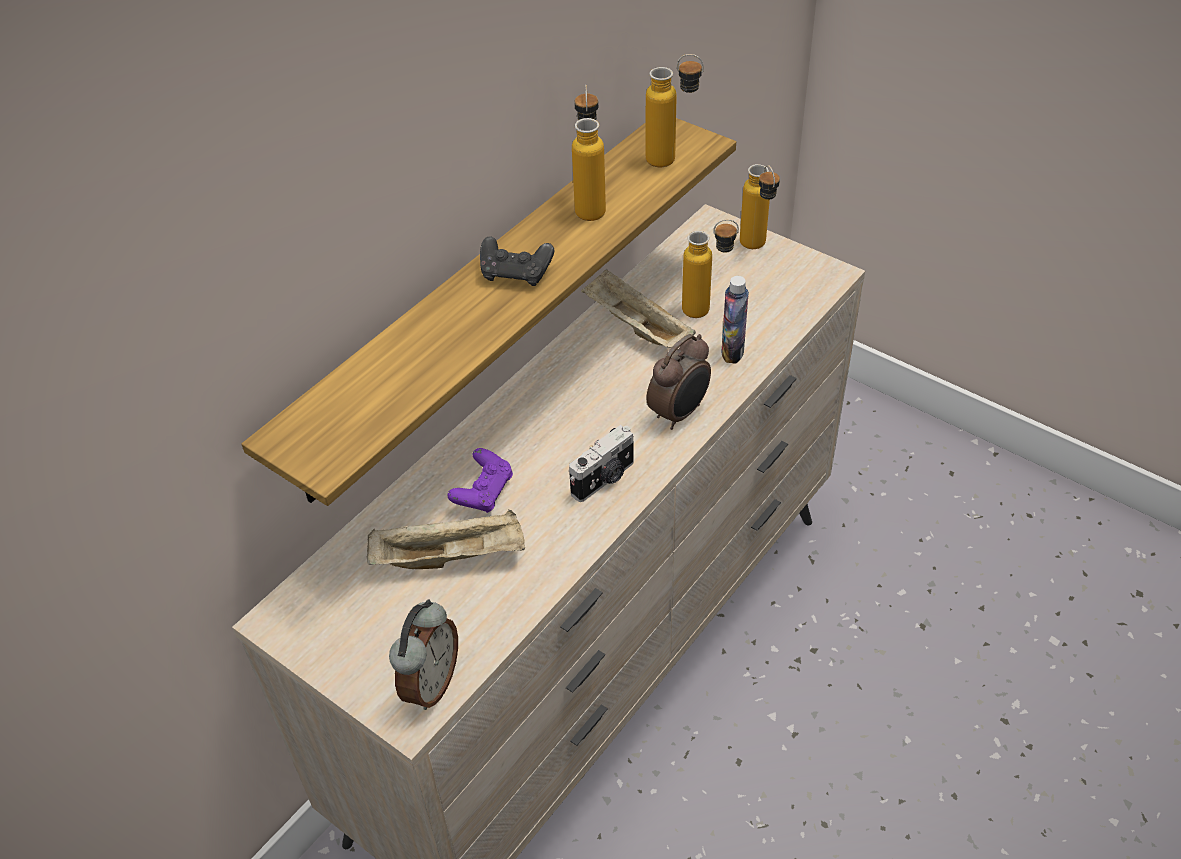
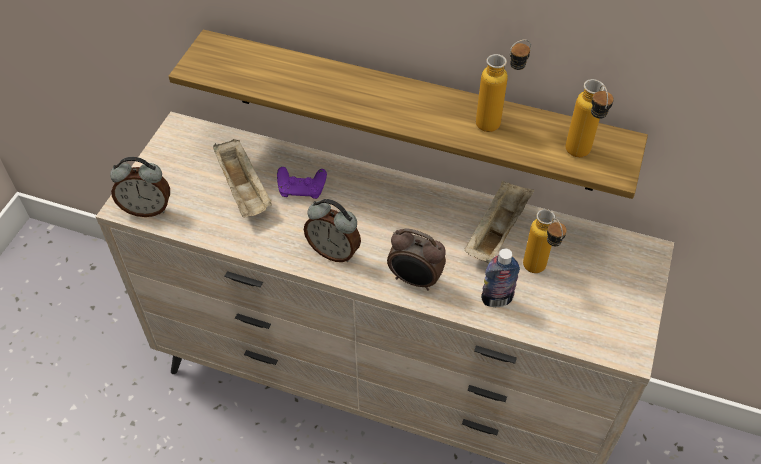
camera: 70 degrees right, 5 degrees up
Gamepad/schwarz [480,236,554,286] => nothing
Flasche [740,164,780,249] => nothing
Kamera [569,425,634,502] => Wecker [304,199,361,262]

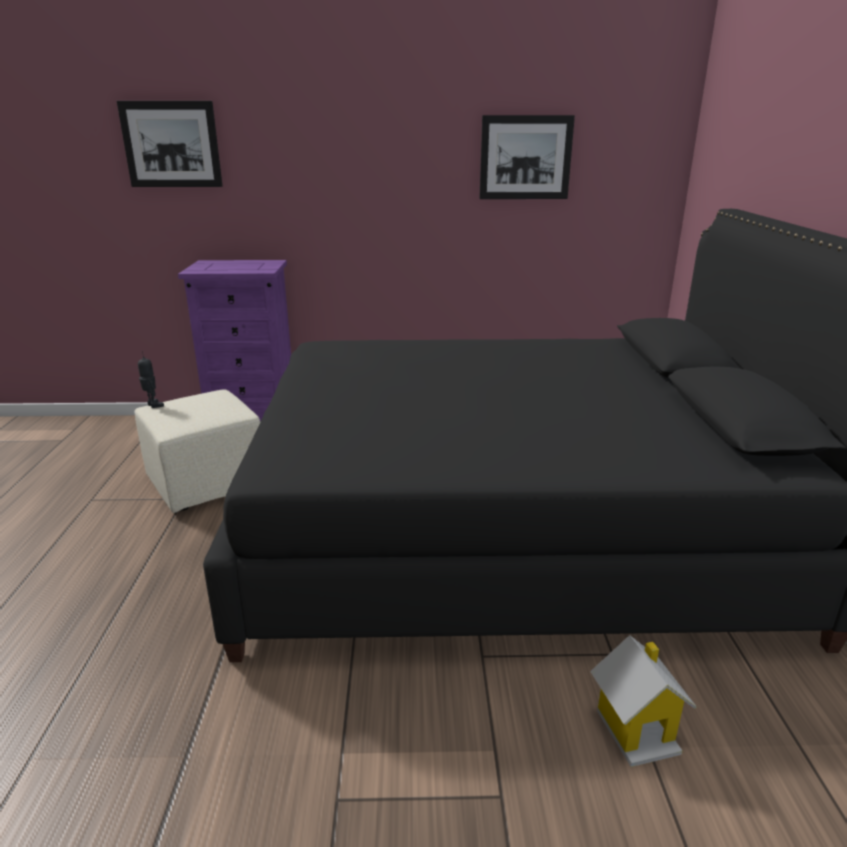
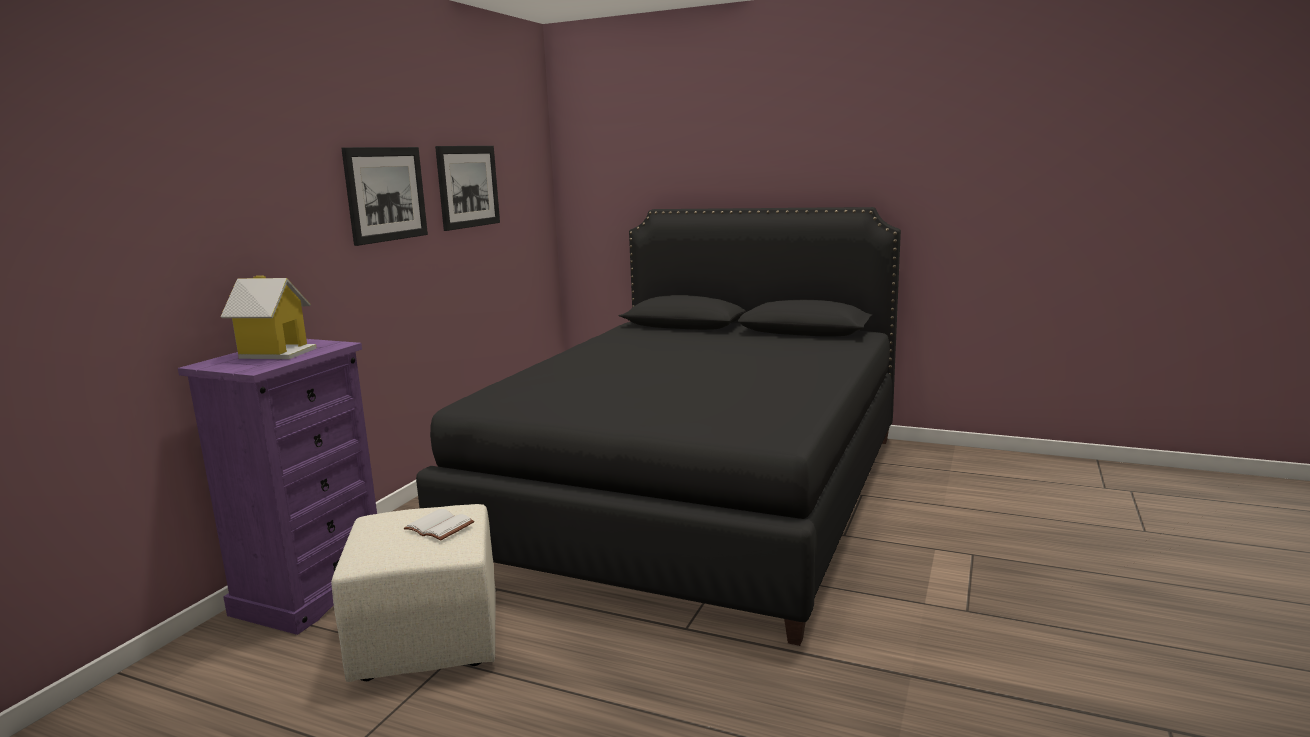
camera: 65 degrees left, 10 degrees down
Spielzeugroboter [138,351,164,408] => nothing
nothing => Buch/weiß [404,509,474,541]
Bild [117,101,223,187] => Bild [341,147,428,246], moved
Spielzeughaus [590,635,697,767] => Spielzeughaus [221,276,316,359], moved

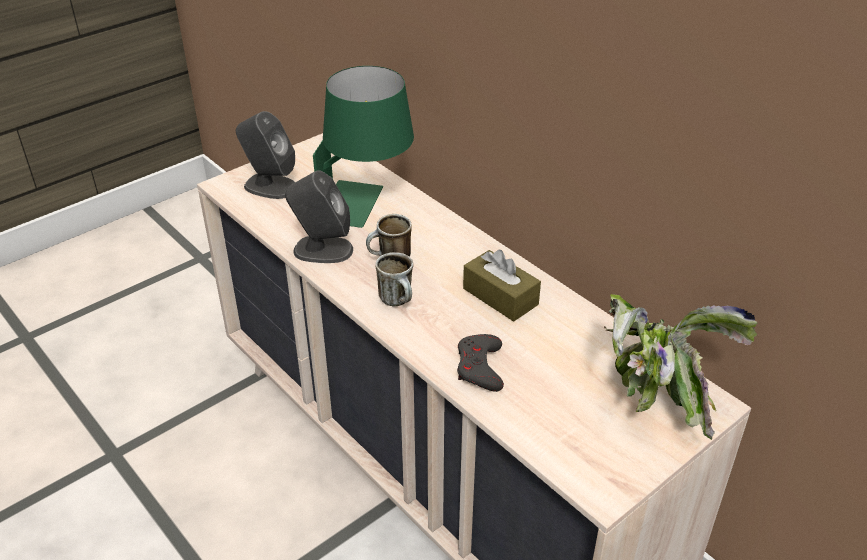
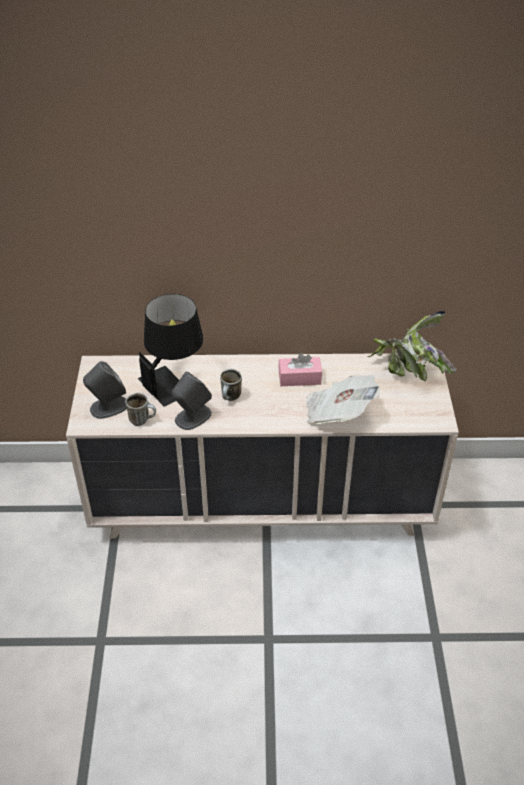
camera: 50 degrees left, 5 degrees up
Henkelbecher [375,252,413,307] => Henkelbecher [125,393,156,426], moved
Gamepad/grau [457,334,504,392] => Zeitung [306,375,380,424]
Tischlampe/grün [313,66,414,228] => Tischlampe/schwarz [138,294,203,407]
Taschentuchbox/braun [463,250,541,322] => Taschentuchbox/rosa [278,353,322,386]

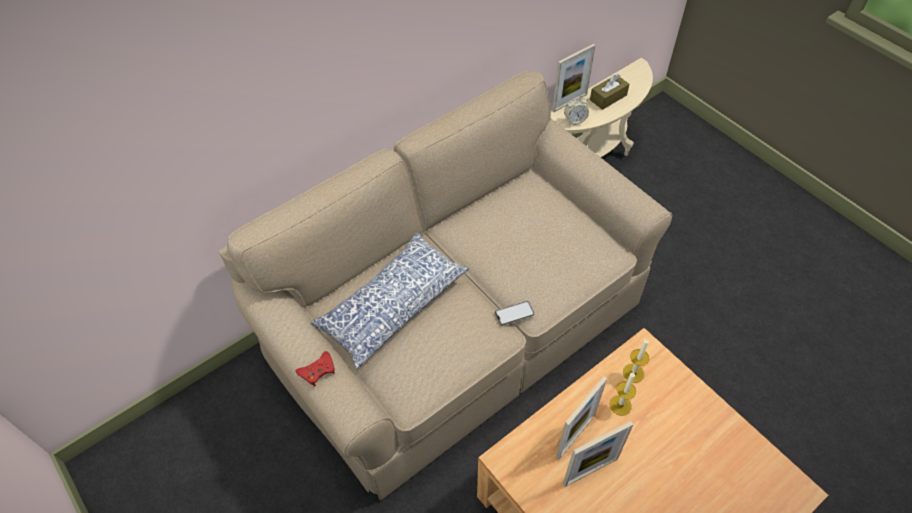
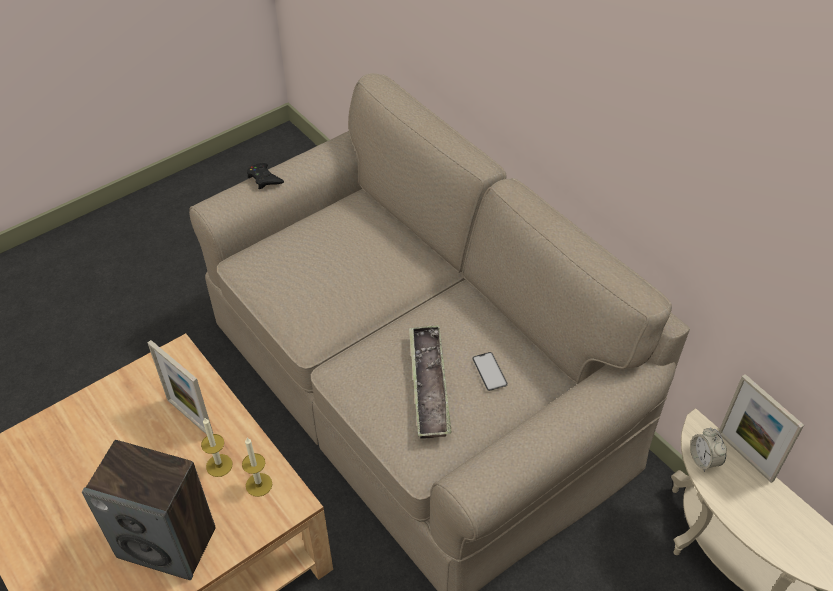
camera: 90 degrees right, 5 degrees down
Kissen [311,232,469,369] => nothing
Bilderrahmen [563,421,634,487] => nothing
Taschentuchbox/braun [590,74,629,110] => nothing
nothing => Lautsprecher [82,440,216,580]
nothing => Tablett [409,325,452,439]
Handy [495,301,534,325] => Handy [472,352,508,391], moved
Gamepad/rot [295,351,335,387] => Gamepad/schwarz [247,163,284,189]

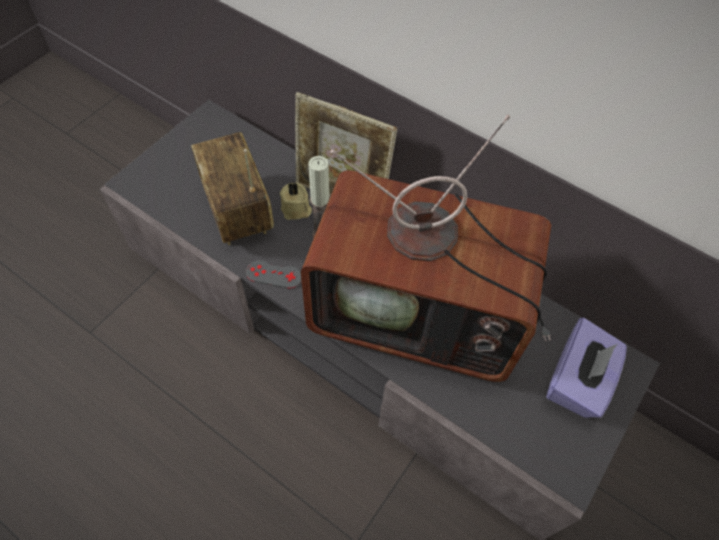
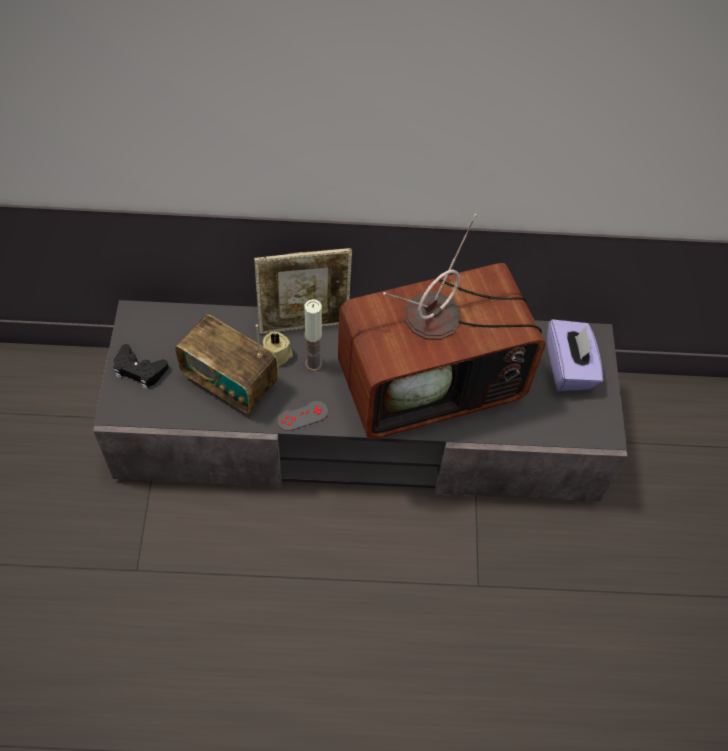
camera: 35 degrees left, 0 degrees up
nothing => Gamepad/schwarz [113,344,169,389]

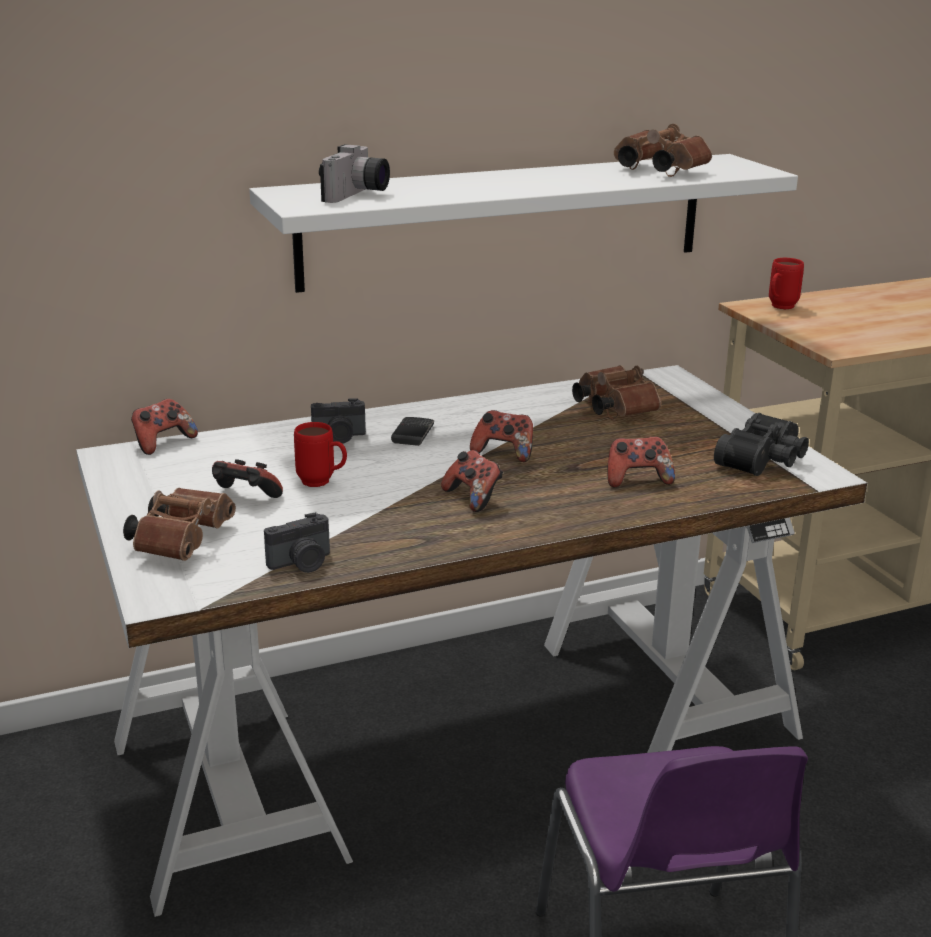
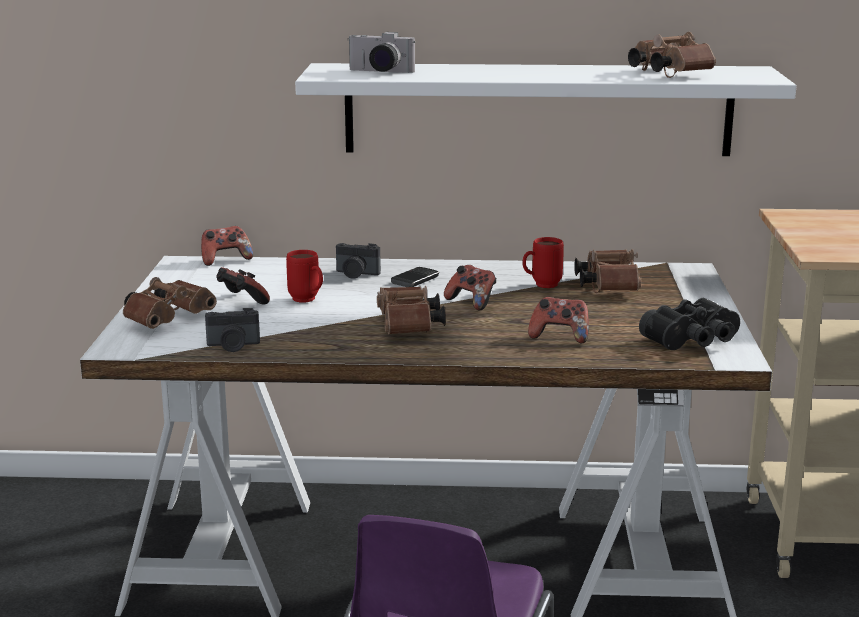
camera: 25 degrees right, 5 degrees down
Henkelbecher/rot [769,258,804,309] => Henkelbecher/rot [522,237,564,288], moved
Gamepad [441,450,503,512] => Fernglas/braun [377,286,446,335]
Kamera [319,144,390,203] => Kamera [347,32,415,73], 60 degrees clockwise

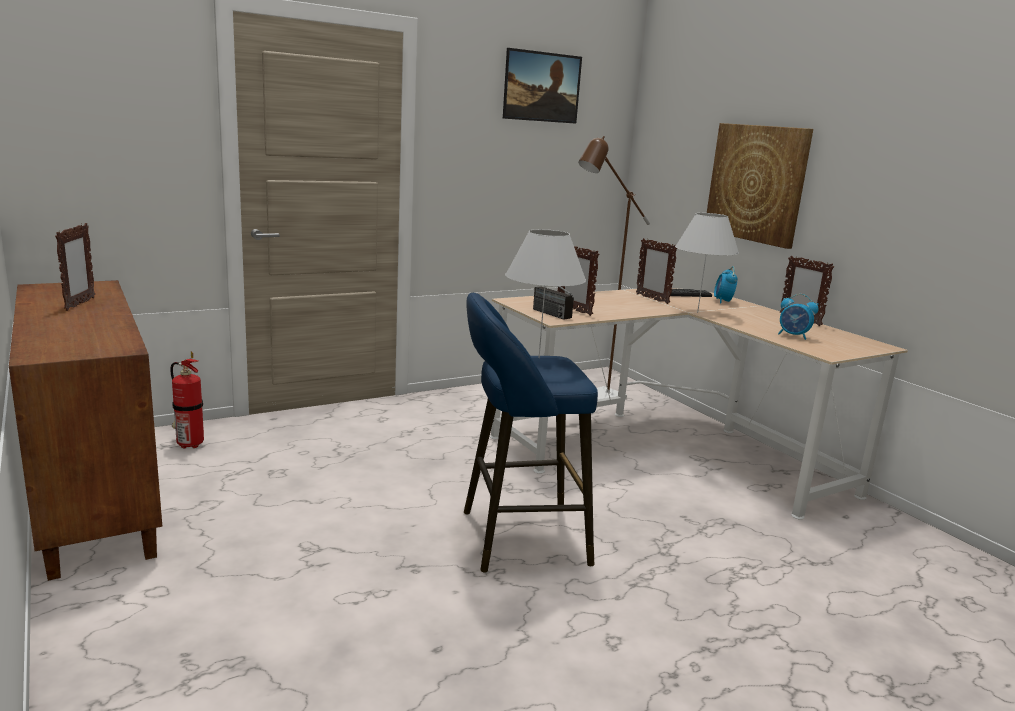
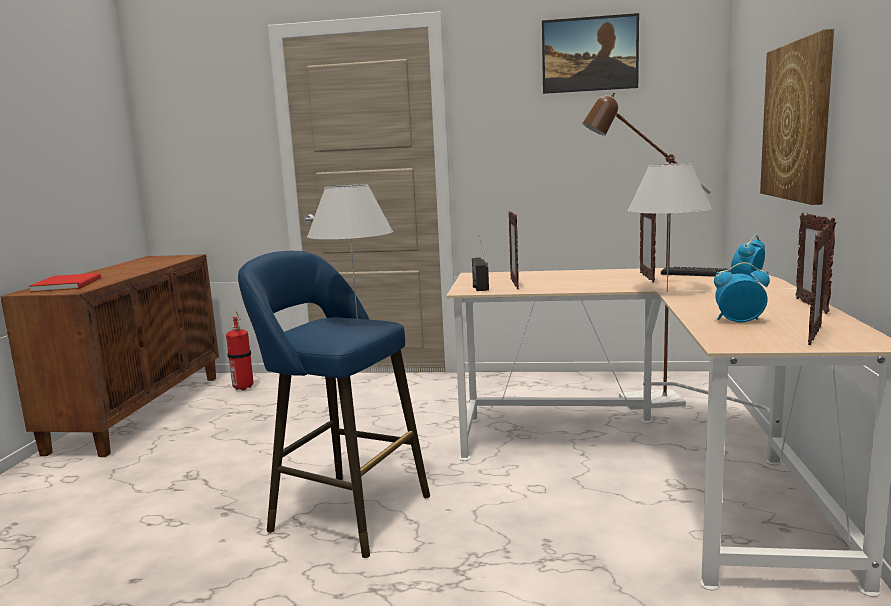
camera: 40 degrees right, 5 degrees down
nothing => Buch/rot [28,273,101,292]
Bilderrahmen [55,223,95,311] => Bilderrahmen [808,225,829,345], moved
Wecker [778,294,819,340] => Wecker [714,262,770,322], 120 degrees clockwise

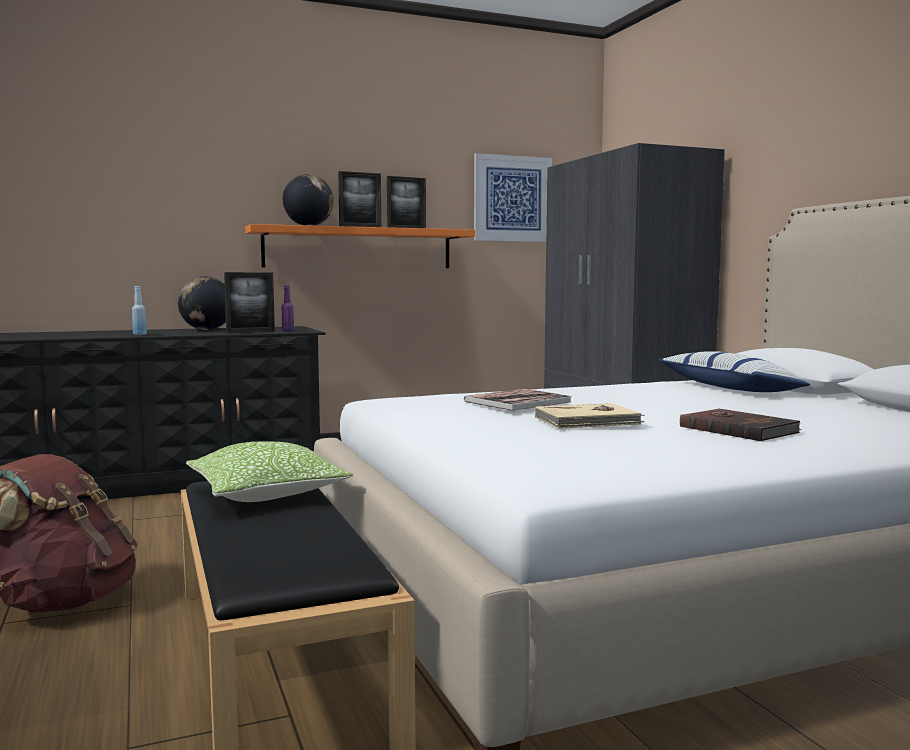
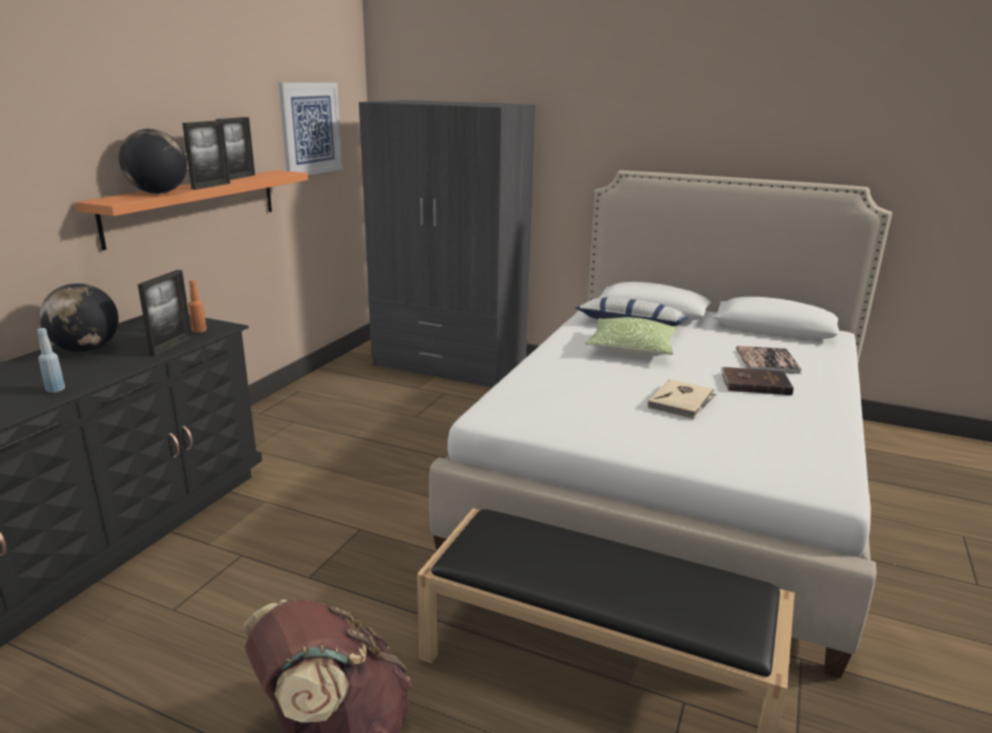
camera: 45 degrees left, 15 degrees up
Kissen [186,442,353,502] => Kissen [585,317,677,357], moved
Buch [464,389,572,411] => Buch [736,346,802,374], moved
Flasche/lila [282,285,294,331] => Flasche/orange [188,280,207,333]

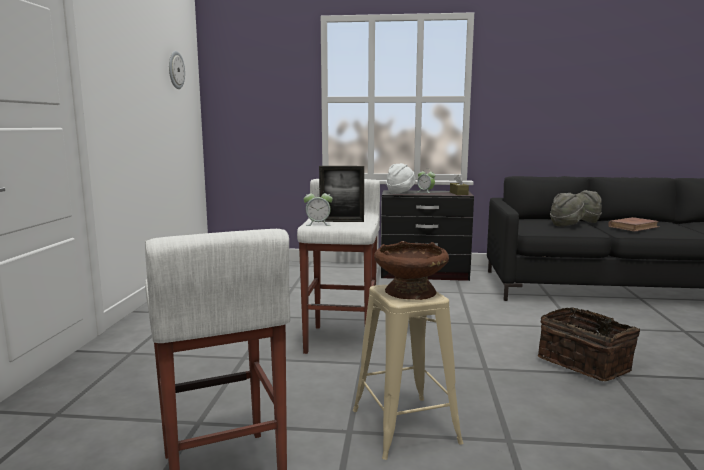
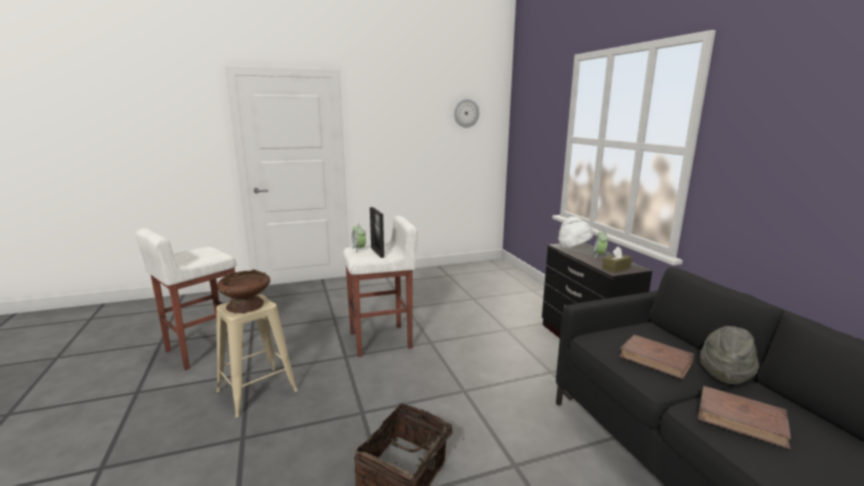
camera: 65 degrees right, 5 degrees up
Hut/grau [550,193,585,227] => Buch/braun [619,335,694,379]

